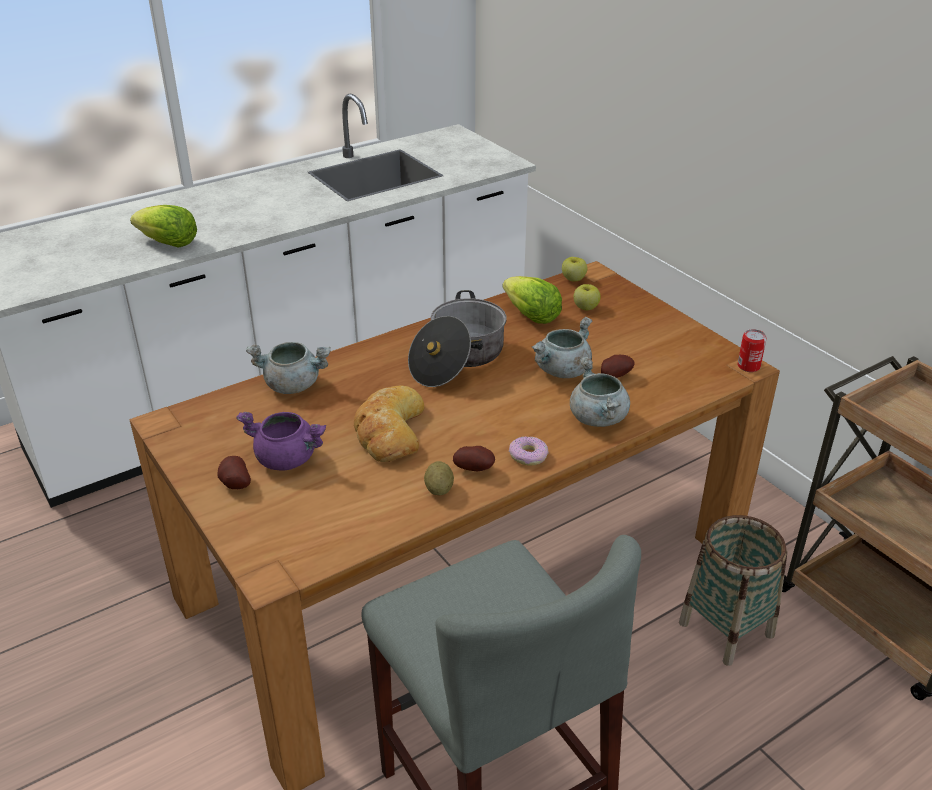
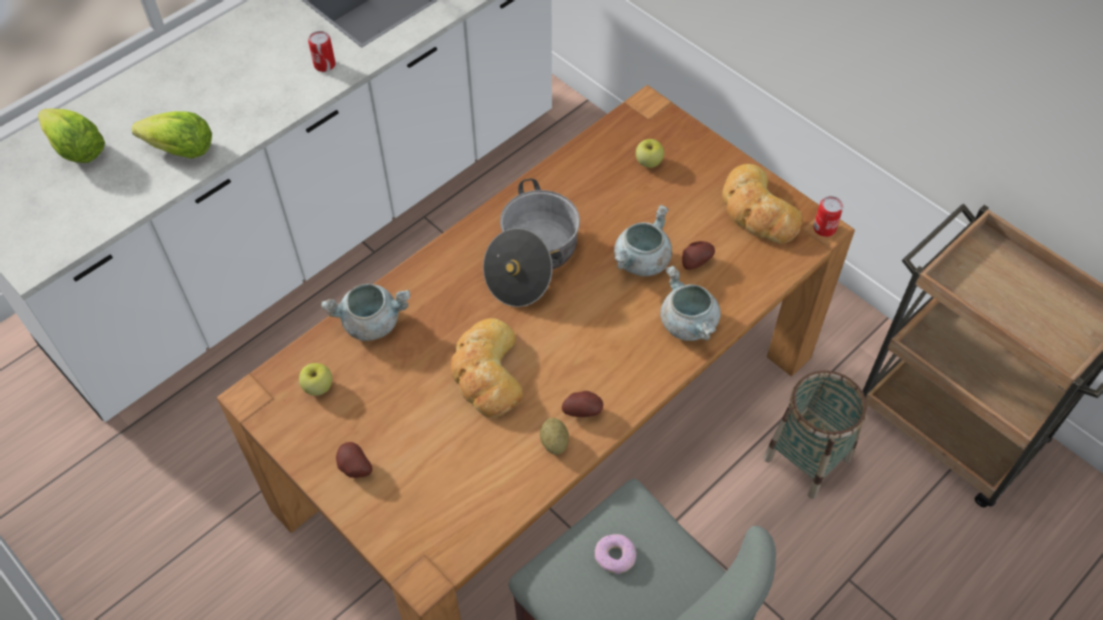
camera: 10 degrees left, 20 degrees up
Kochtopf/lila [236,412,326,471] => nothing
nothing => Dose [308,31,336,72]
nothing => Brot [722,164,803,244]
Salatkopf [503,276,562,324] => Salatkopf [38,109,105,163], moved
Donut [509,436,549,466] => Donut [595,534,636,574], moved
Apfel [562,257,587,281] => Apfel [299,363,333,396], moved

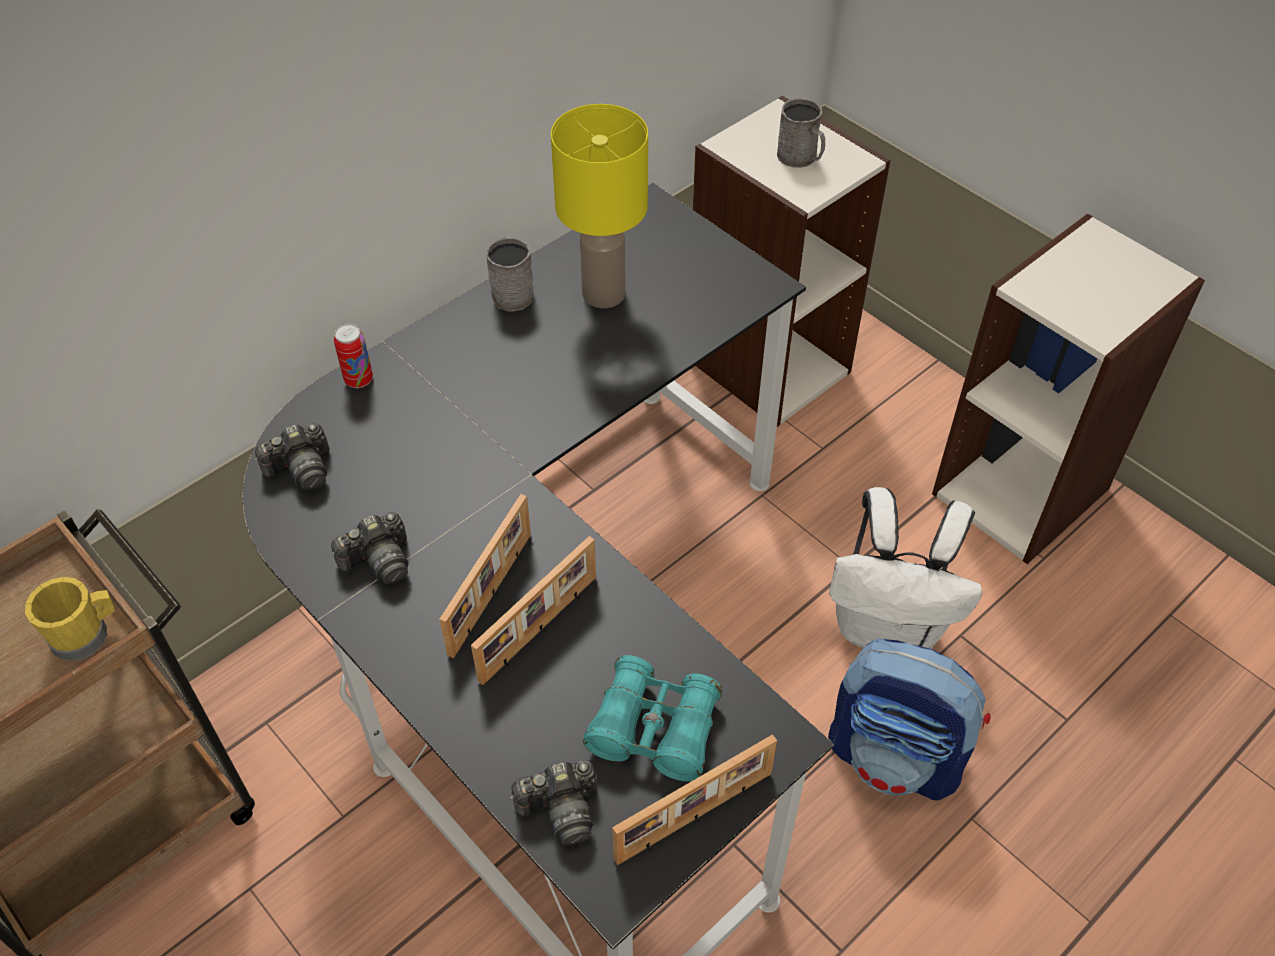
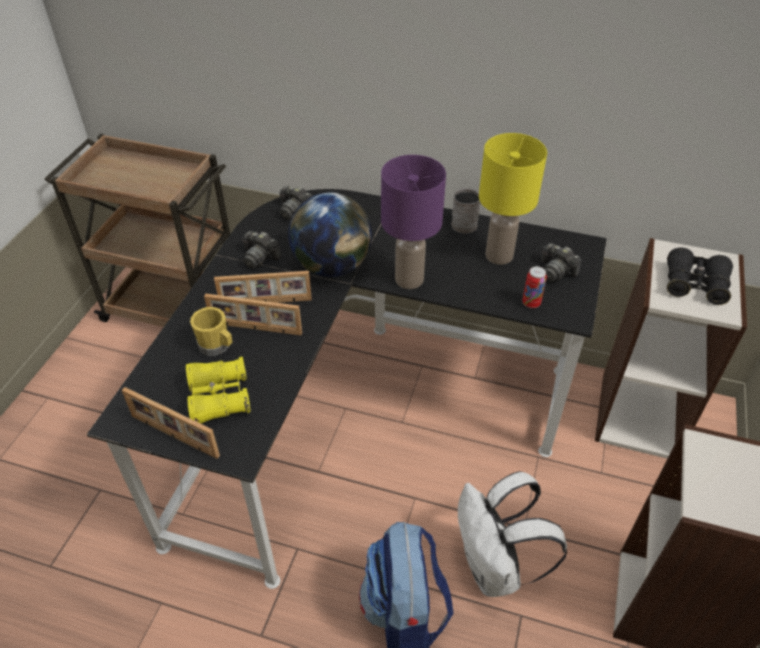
camera: 60 degrees right, 5 degrees down
nothing => Globus [288,192,372,277]
nothing => Tischlampe/lila [381,155,446,289]
Henkelbecher/gelb [25,577,115,661] => Henkelbecher/gelb [190,307,233,356], moved
Dose [334,324,373,388] => Dose [522,266,547,308], moved
Kamera [510,760,597,846] => Kamera [541,243,581,282], moved
Henkelbecher/grau [777,98,825,168] => Fernglas/schwarz [667,248,733,305]
Fernglas/türkis [583,655,723,781] => Fernglas/gelb [186,357,251,424]

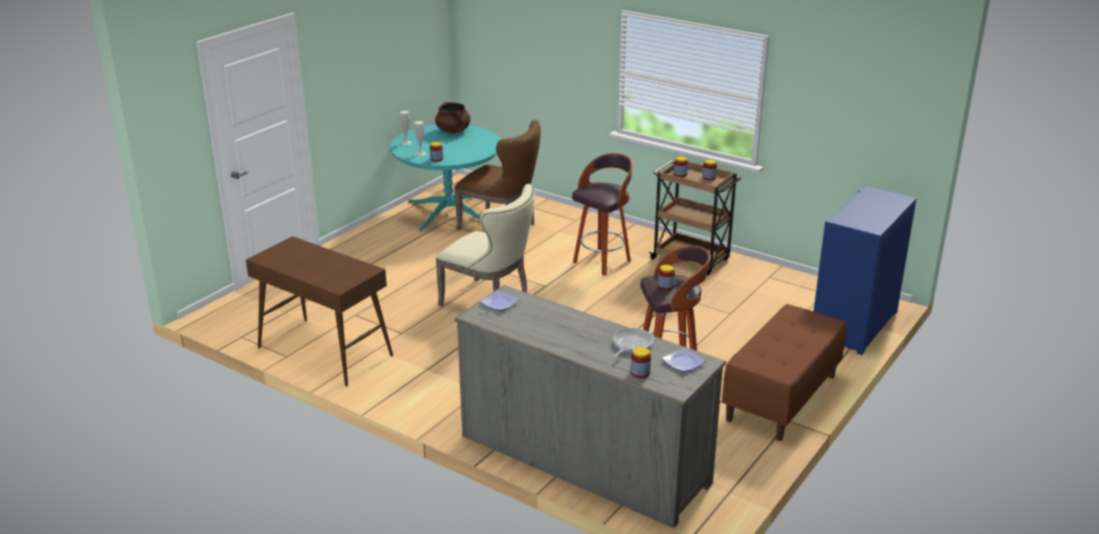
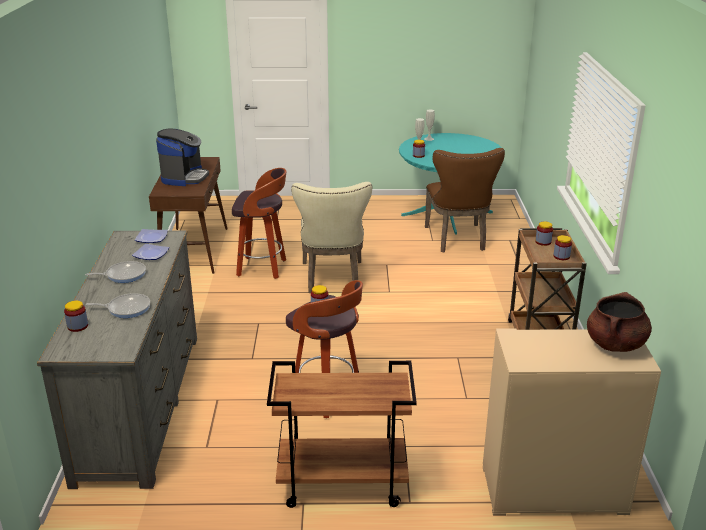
camera: 55 degrees right, 0 degrees up
nothing => Pfanne [85,261,146,283]
nothing => Kaffeemaschine [156,129,209,186]
Kochtopf/braun [435,102,470,133] => Kochtopf/braun [587,292,652,352], moved
Hocker [572,153,633,275] => Hocker [232,168,287,279], moved
Teller [662,348,705,372] => Teller [132,244,169,260], moved
Bank/braun [722,304,846,441] => Rollwagen/braun [267,361,417,508]
Schrank/blau [813,186,917,355] => Schrank/beige [483,329,661,516]

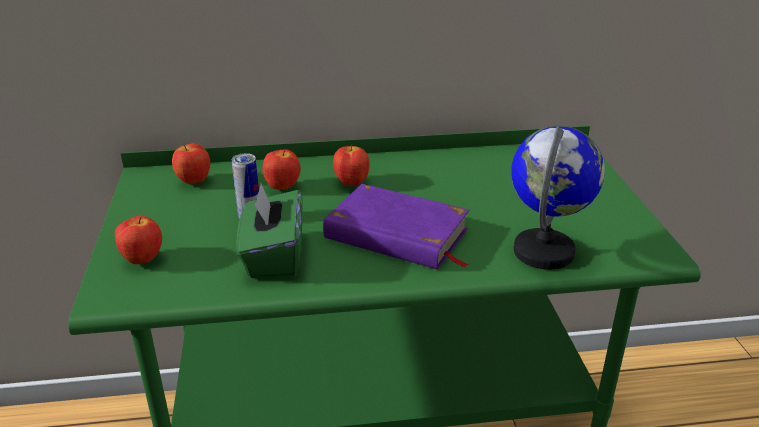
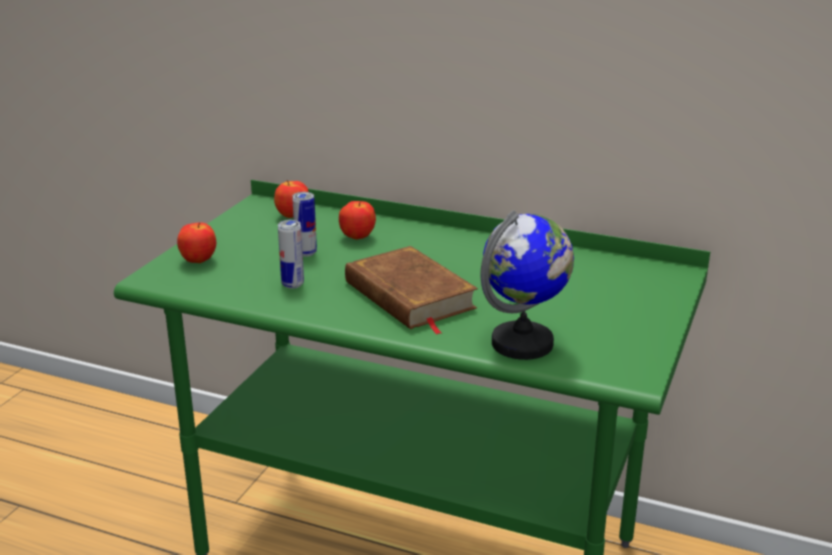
camera: 30 degrees right, 5 degrees down
Apfel [333,144,369,186] => nothing
Taschentuchbox/grün [236,184,303,278] => Dose [278,220,304,289]
Buch/lila [323,184,469,270] => Buch/braun [345,246,478,335]

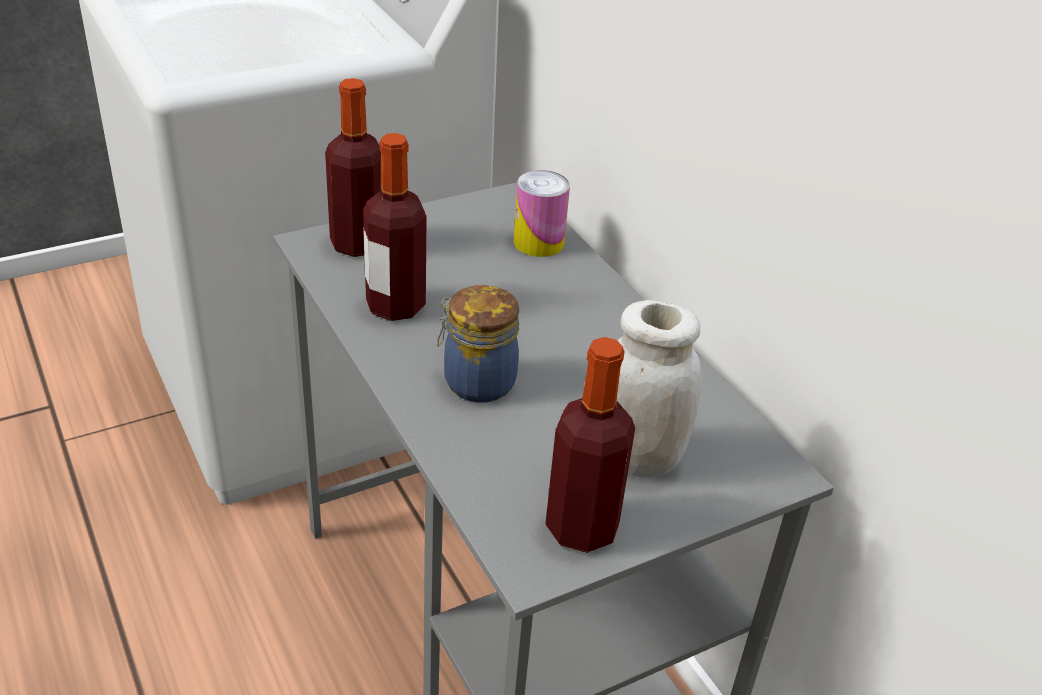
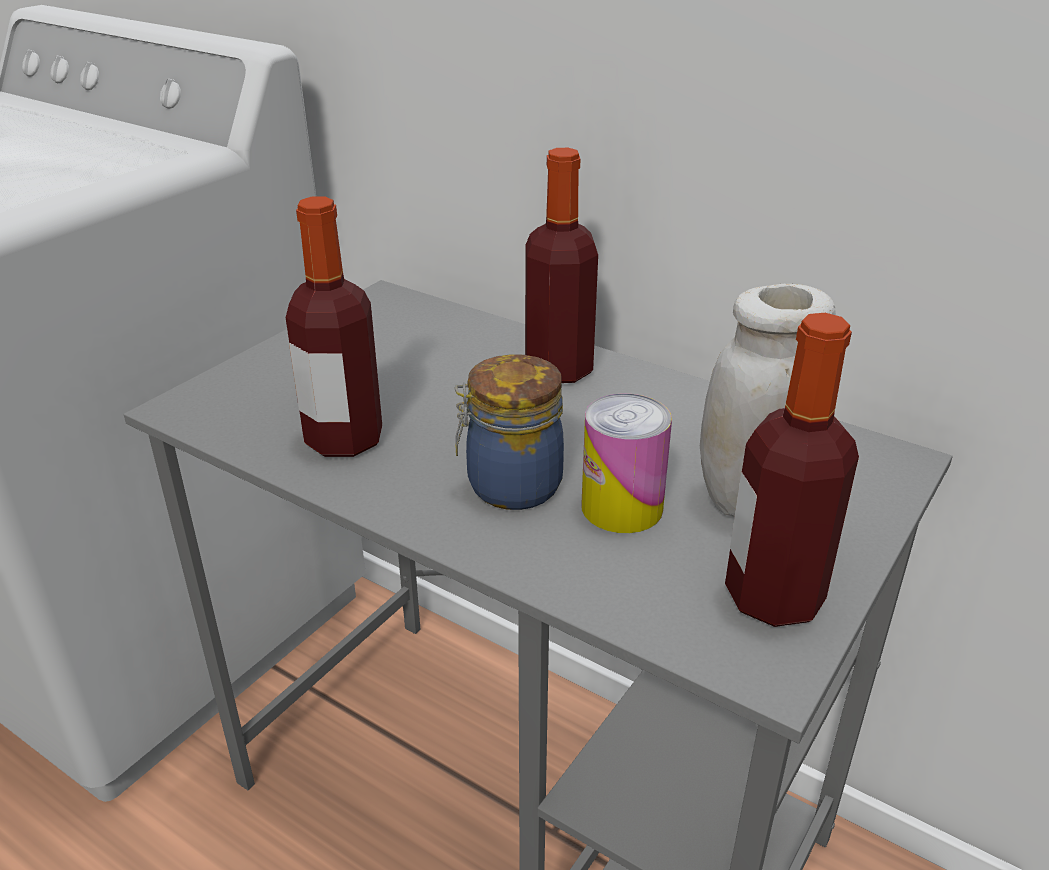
camera: 25 degrees left, 5 degrees down
Flasche [325,78,381,257] => Flasche [525,148,598,383], moved
Dose [514,170,570,257] => Dose [581,394,672,533], moved

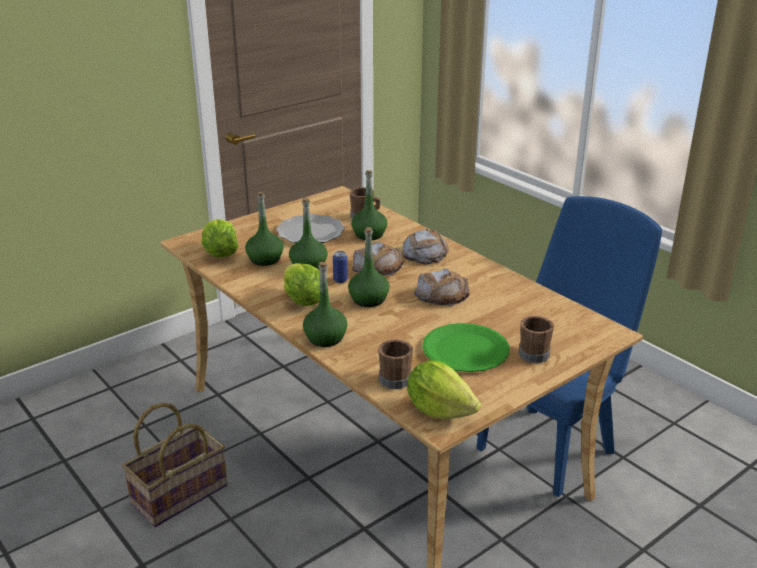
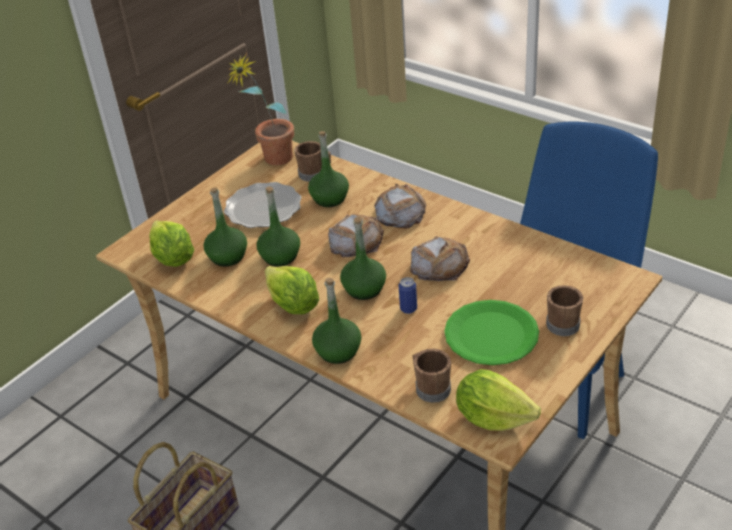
camera: 10 degrees left, 10 degrees up
nothing => Topfpflanze [228,53,294,165]
Dose [333,251,348,283] => Dose [399,277,417,314], moved

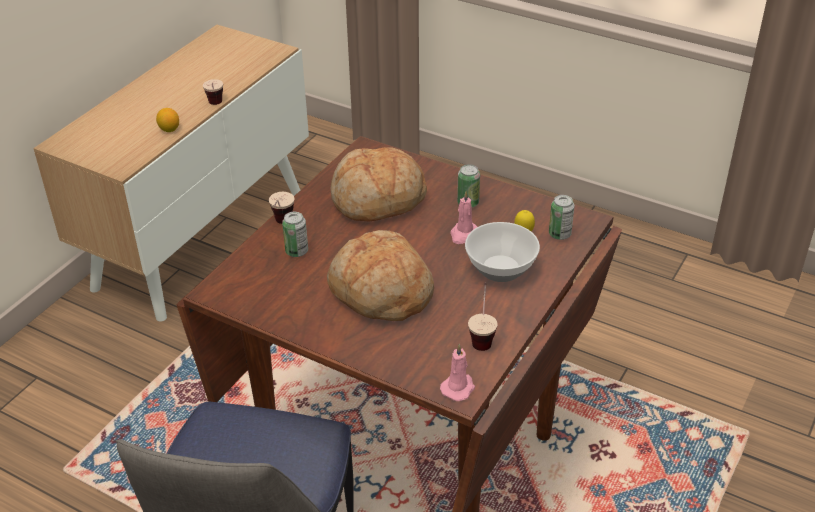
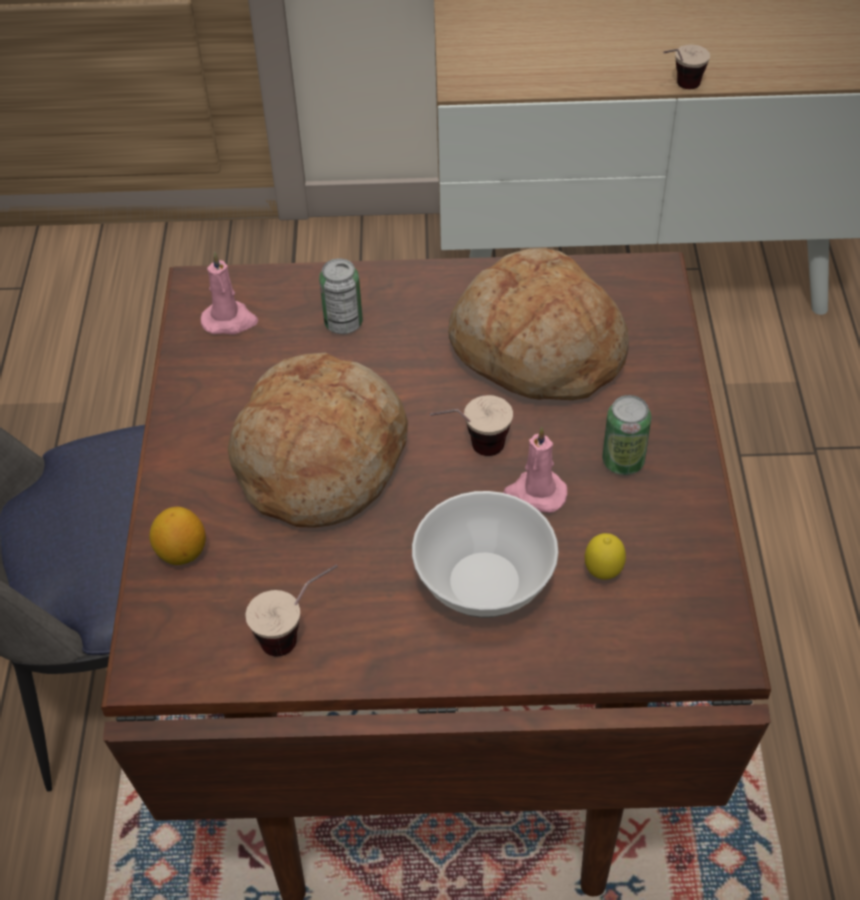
camera: 60 degrees right, 10 degrees up
Dose [549,195,574,240] => nothing
Zitrone [156,108,179,132] => Zitrone [149,507,206,565], moved
Tasse [269,192,294,224] => Tasse [429,395,513,456], moved
Kerze/rosa [440,344,475,401] => Kerze/rosa [201,251,258,335], moved

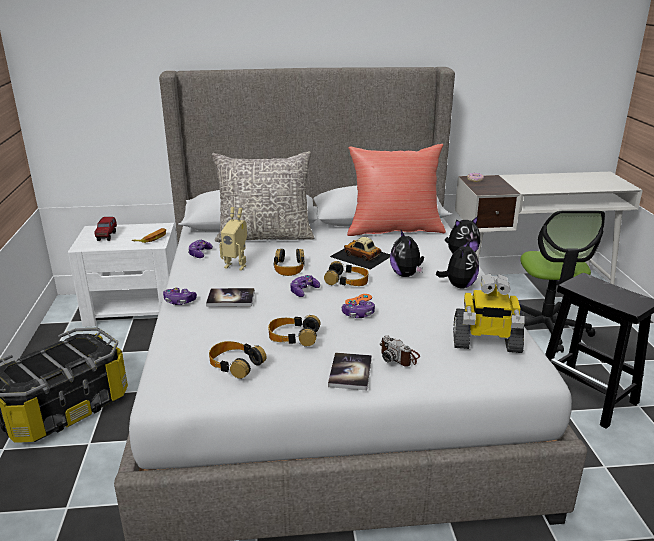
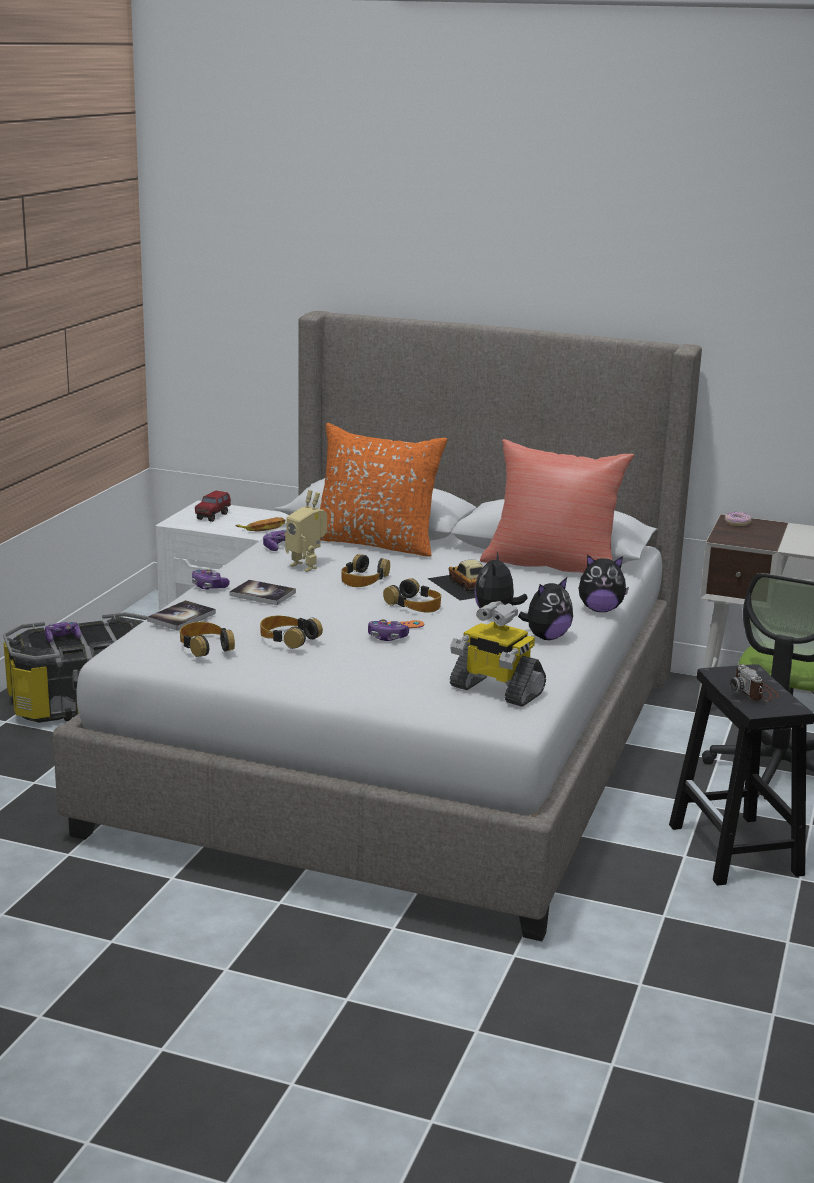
camera: 25 degrees right, 5 degrees down
Gamepad [290,275,320,297] => Gamepad [45,622,81,642], moved
Buch [328,352,372,390] => Buch [147,600,216,631], moved
Kamera [380,335,420,367] => Kamera [730,664,779,701], moved
Kissen/grau [212,151,314,242] => Kissen/orange [320,423,448,557]

